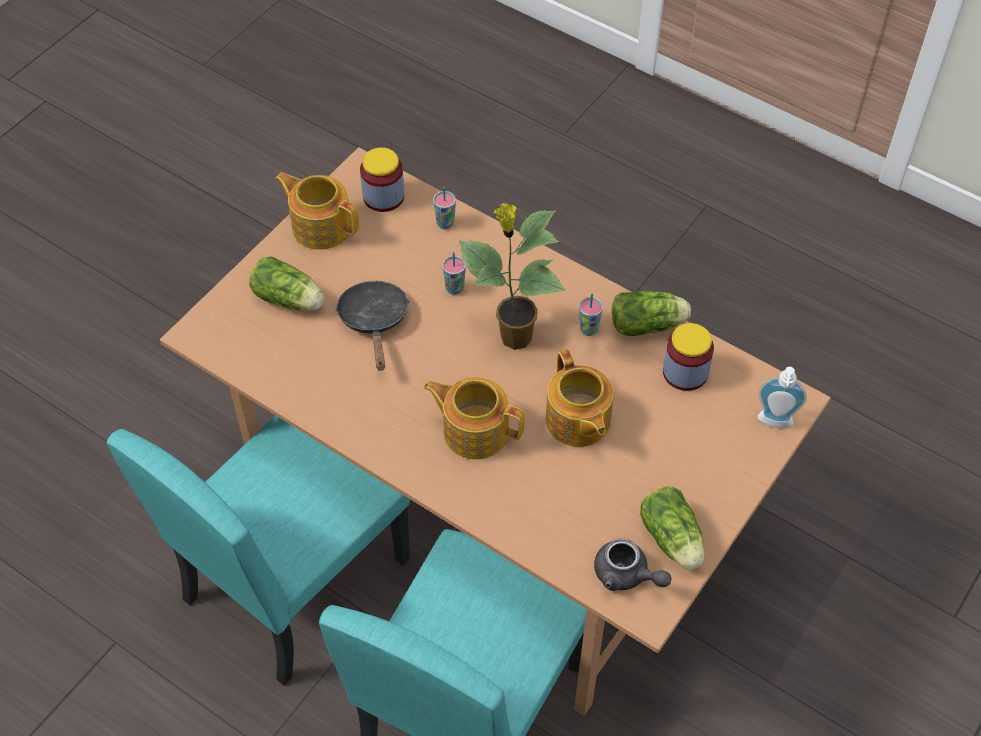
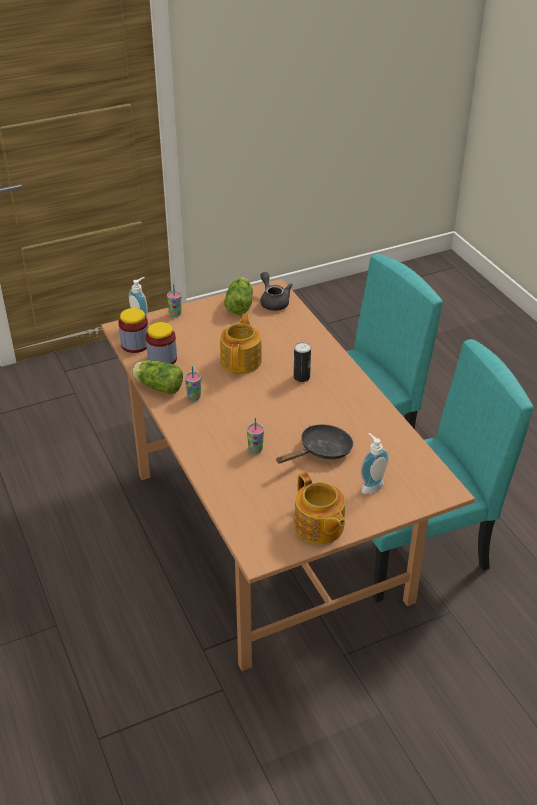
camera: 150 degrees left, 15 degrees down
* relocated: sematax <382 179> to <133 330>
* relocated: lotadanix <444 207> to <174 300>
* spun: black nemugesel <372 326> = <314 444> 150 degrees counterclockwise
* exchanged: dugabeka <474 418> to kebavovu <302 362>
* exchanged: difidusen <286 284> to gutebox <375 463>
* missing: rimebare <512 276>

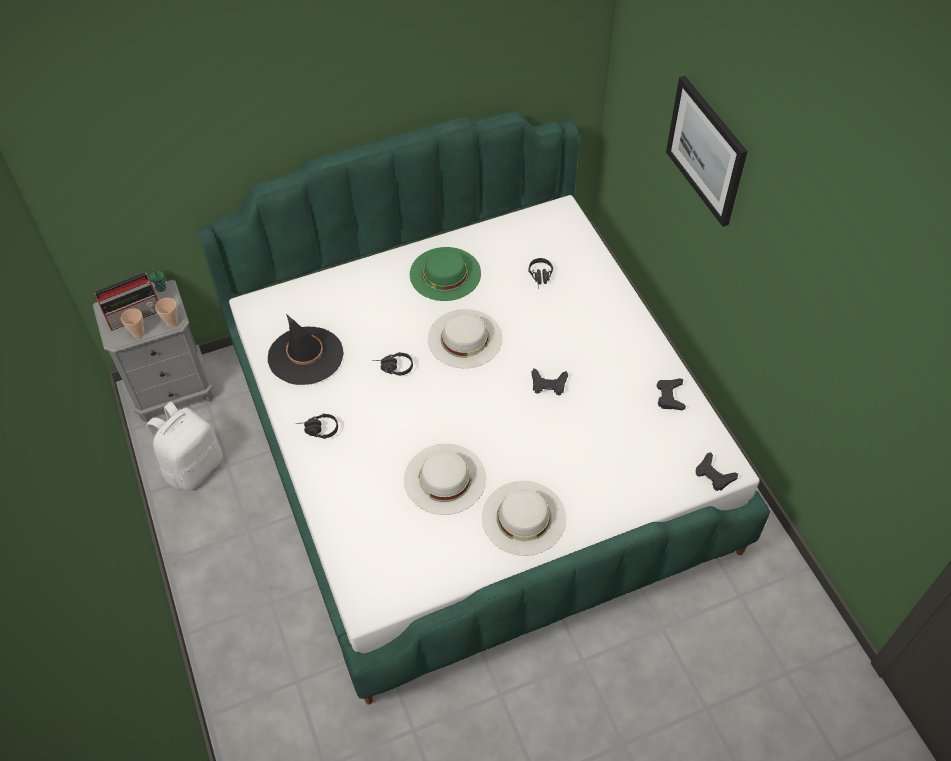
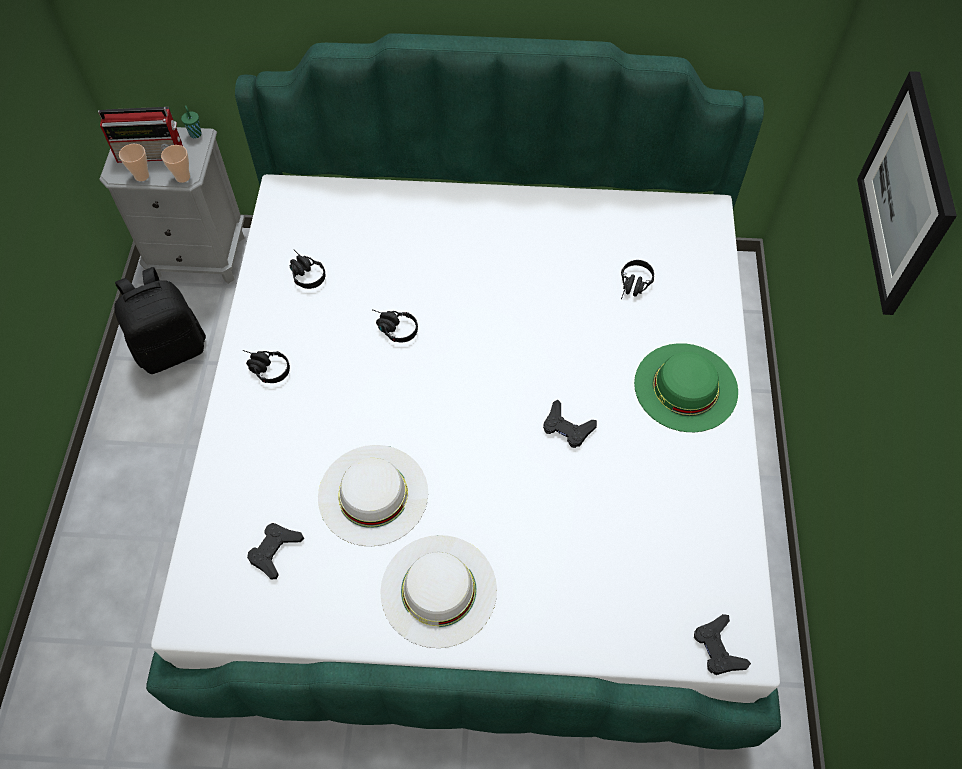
camera: 25 degrees right, 5 degrees up
* colour: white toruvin <184 446> to black toruvin <160 320>
* relocated: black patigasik <671 394> to <275 551>
* exchanged: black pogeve <306 349> to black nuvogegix <307 269>
* relocated: green pogeve <445 274> to <686 387>
* missing: white pogeve <465 338>

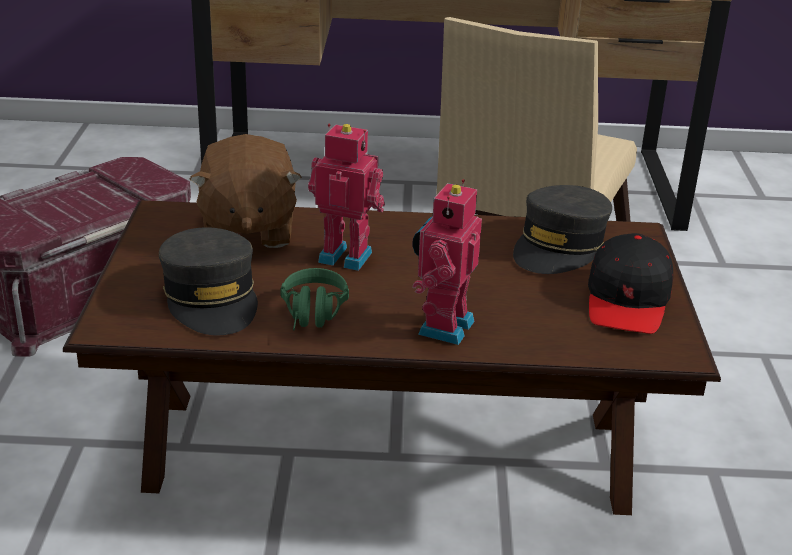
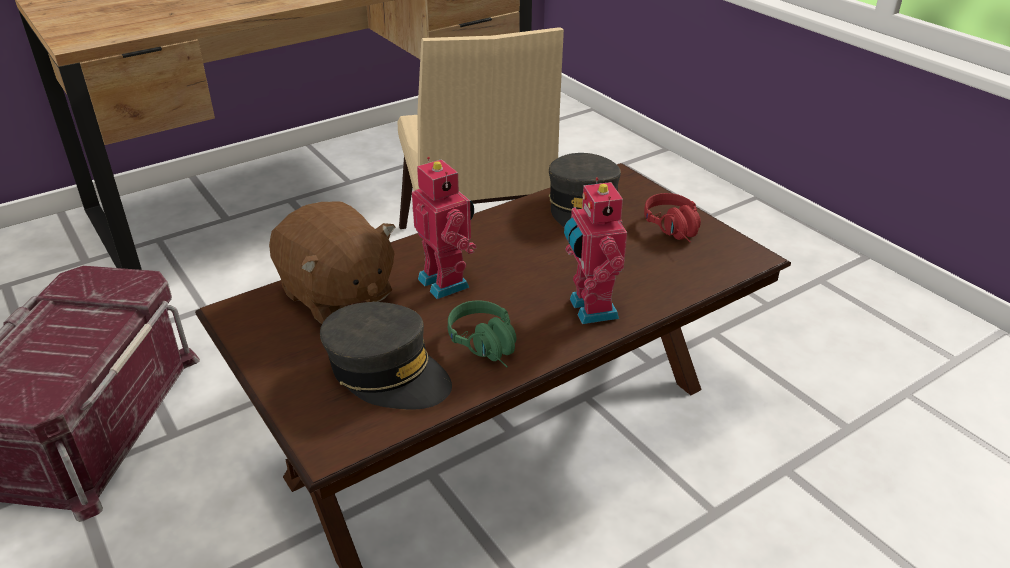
camera: 35 degrees left, 5 degrees up
* spun: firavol <346 197> = <444 228> 75 degrees clockwise
* exchanged: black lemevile <630 283> to red nuvogegix <672 217>

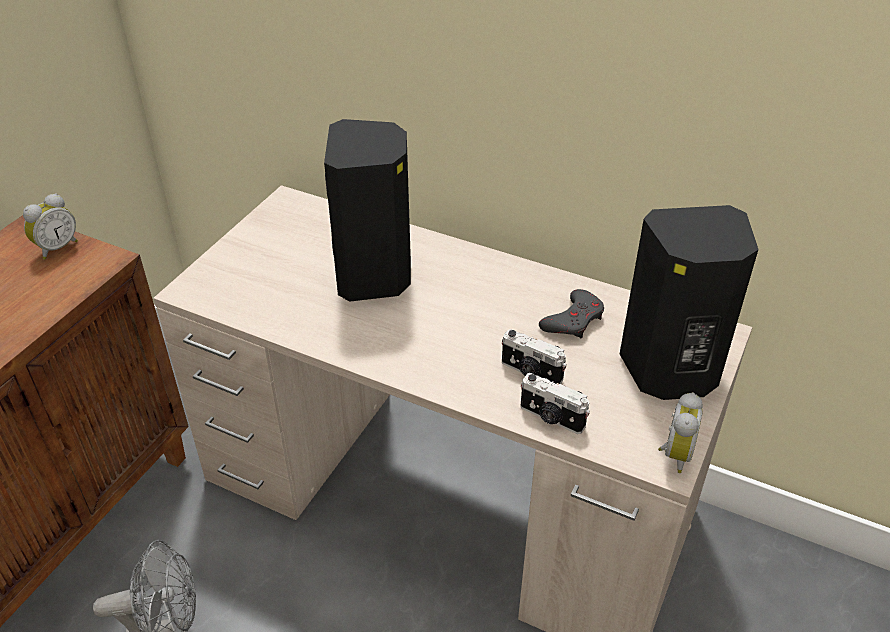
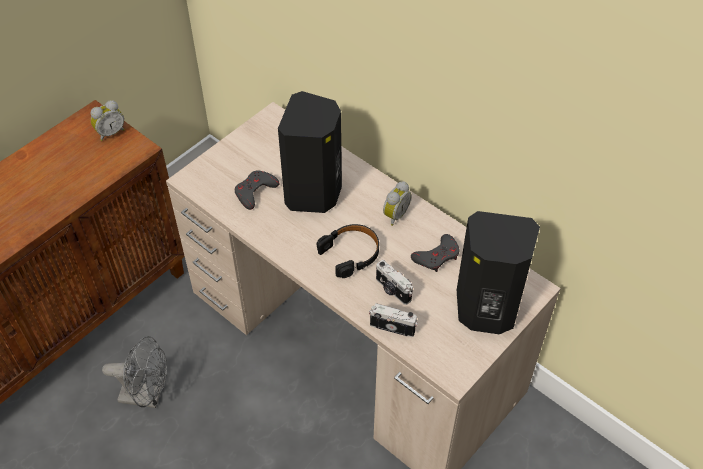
camera: 15 degrees right, 10 degrees up
* appeared: grey patigasik <257 190>
* appeared: black nuvogegix <348 251>
* spun: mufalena <555 403> = <393 320> 150 degrees clockwise
* relocated: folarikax <680 432> to <397 203>

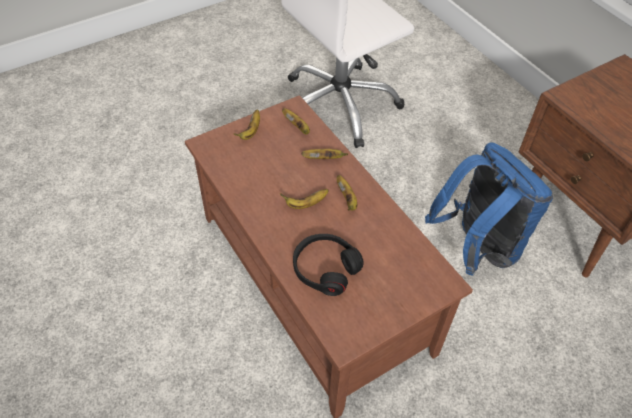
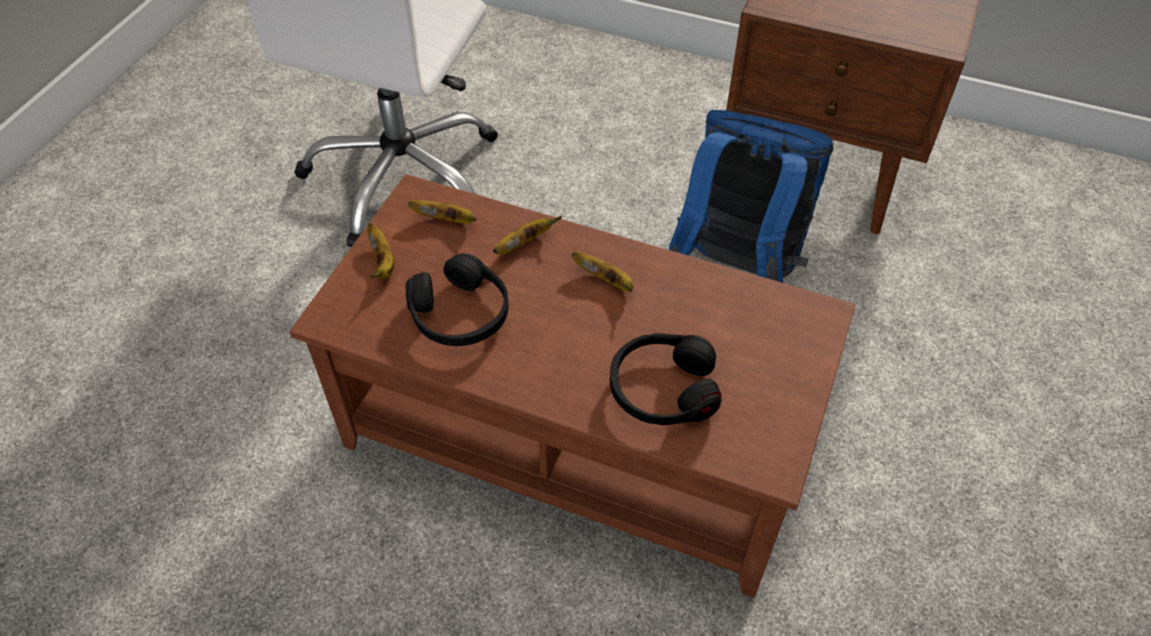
camera: 35 degrees left, 0 degrees up
* appeared: black nuvogegix <457 300>
* missing: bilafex <304 199>

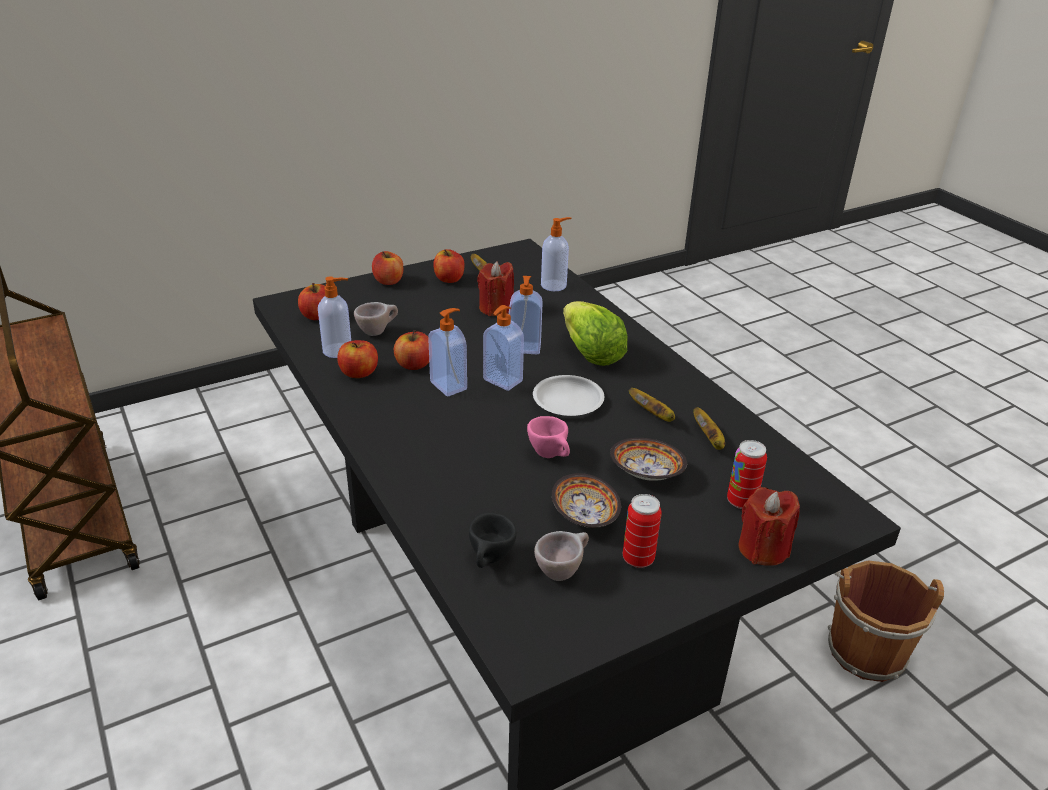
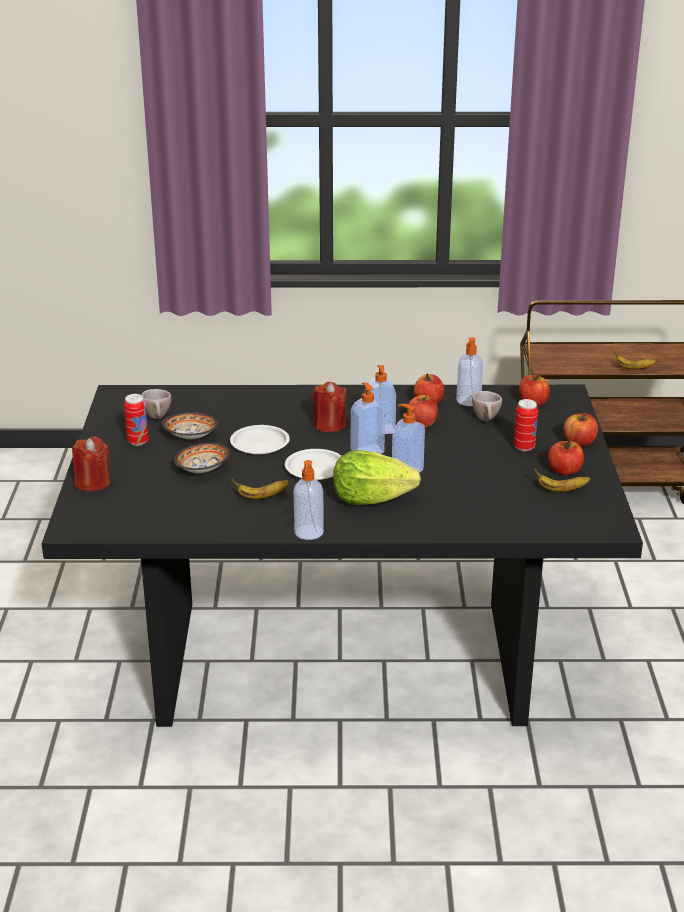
camera: 120 degrees right, 5 degrees down
* exchanged: pink lotadanix <548 437> to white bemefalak <260 440>
* relocated: gutebox <556 254> to <309 500>
* relocated: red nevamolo <495 288> to <330 407>
* relocated: kebavovu <747 474> to <525 425>
* relocated: bilafex <709 428> to <635 359>
* missing: black lotadanix <493 540>
* missing: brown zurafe <886 621>

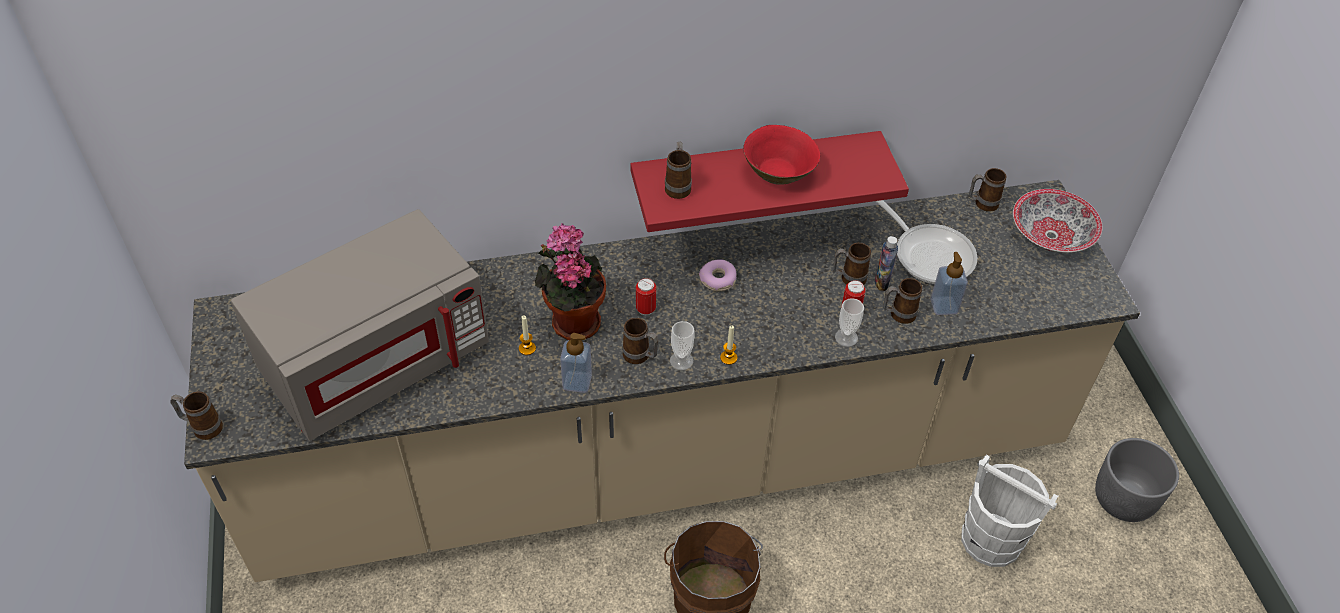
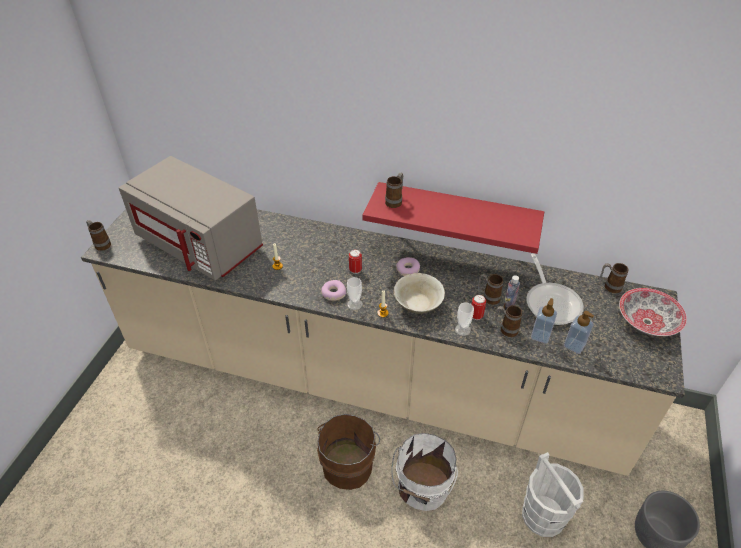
camera: 30 degrees right, 5 degrees down
* spun: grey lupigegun <360 325> = <191 218> 45 degrees clockwise
* exchanged: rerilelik <640 341> to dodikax <333 290>
* appeared: white zurafe <424 472>
* appeared: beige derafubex <419 293>
* relocated: gutebox <576 363> to <579 332>
* missing: rimebare <570 282>
* missing: red derafubex <781 155>

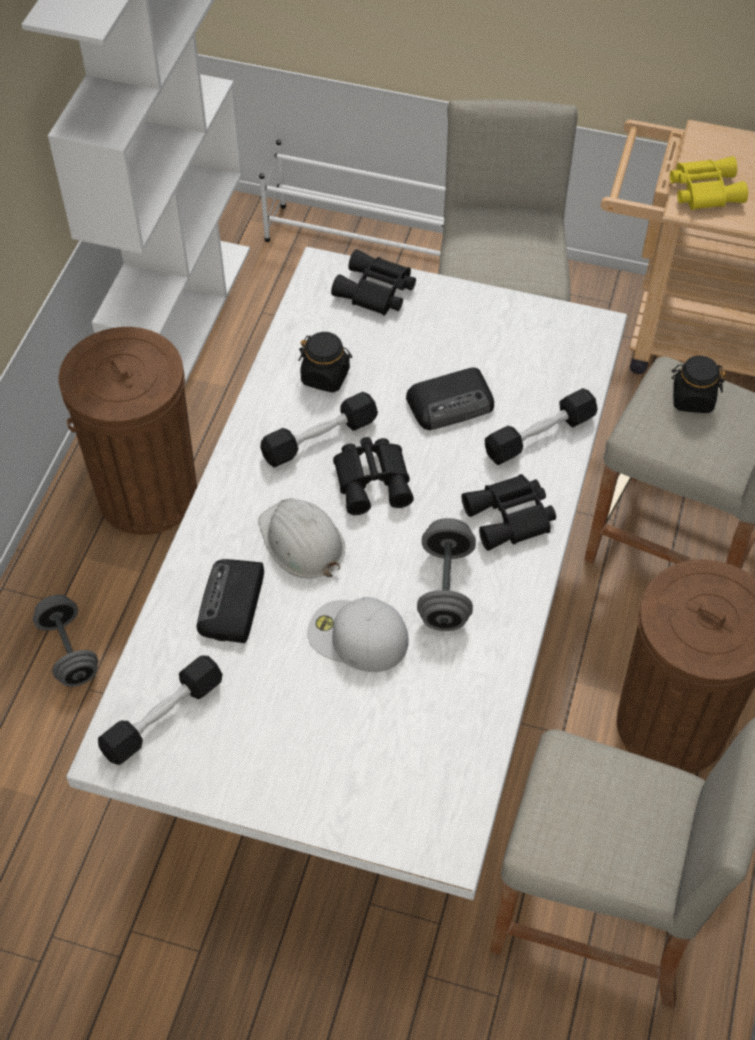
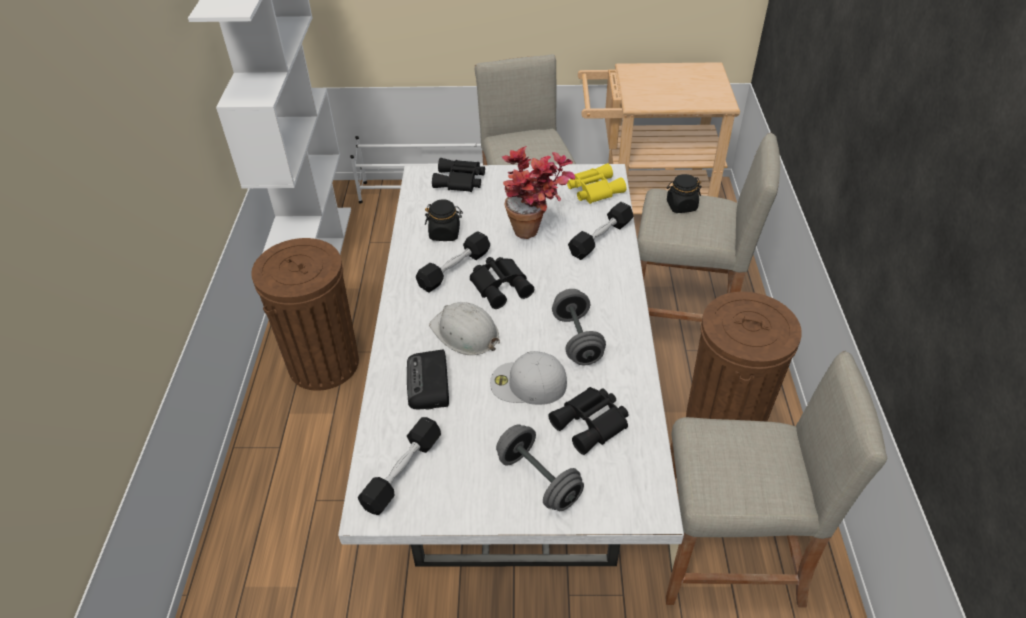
camera: 15 degrees left, 10 degrees down
* relocated: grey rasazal <65 641> to <540 467>
* exchanged: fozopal <450 399> to rimebare <538 192>
* relocated: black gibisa <509 512> to <588 421>
* relocated: yellow gibisa <709 183> to <596 183>

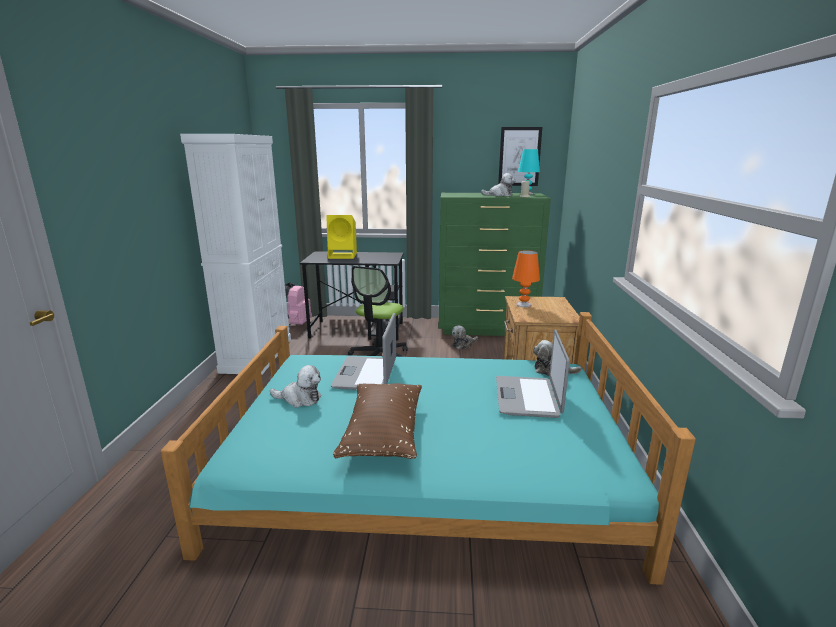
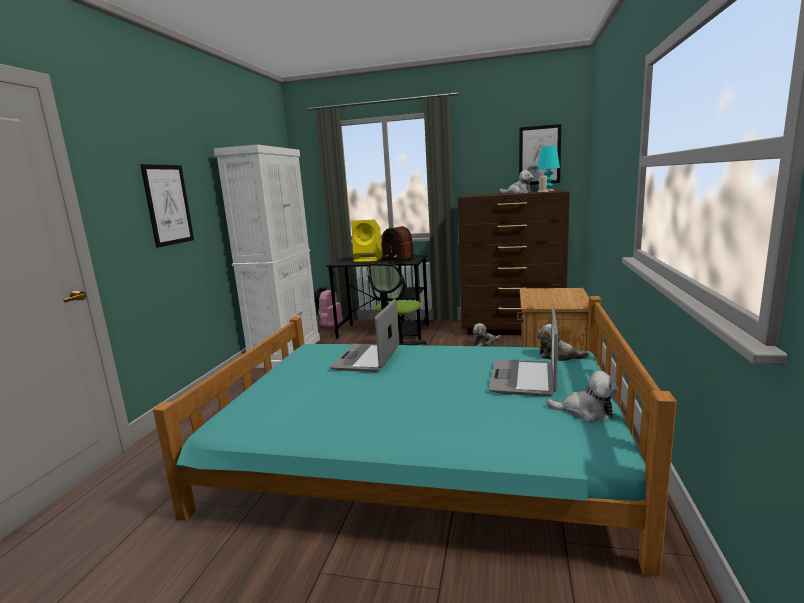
camera: 10 degrees right, 5 degrees down
* appeared: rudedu <167 206>
* appeared: fozopal <398 244>
* colour: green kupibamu <495 264> to brown kupibamu <514 262>
* relocated: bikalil <295 386> to <582 397>
* missing: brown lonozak <377 421>
* missing: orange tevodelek <526 278>

